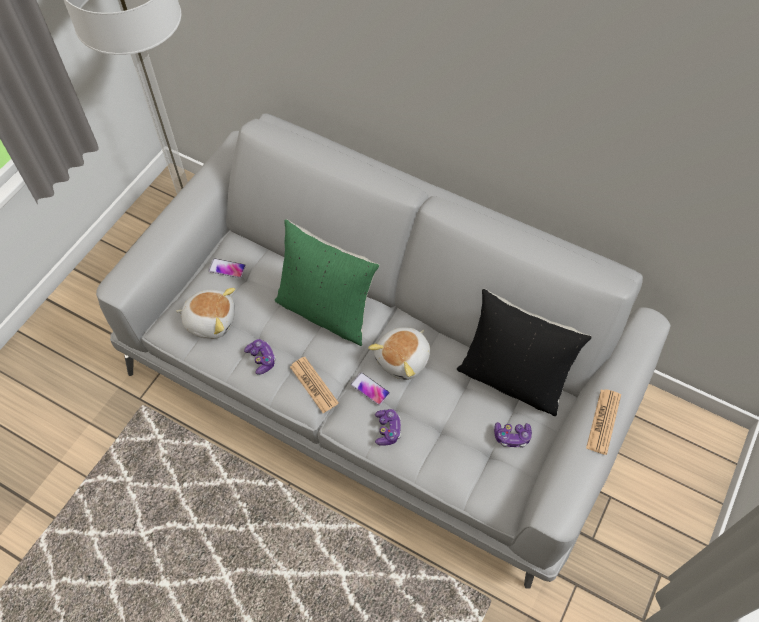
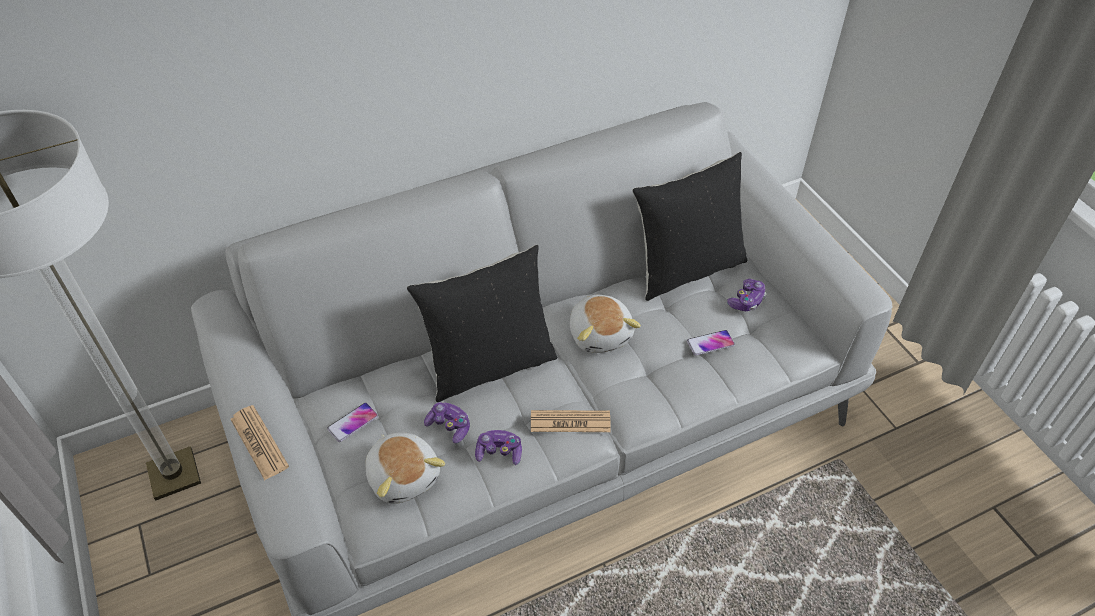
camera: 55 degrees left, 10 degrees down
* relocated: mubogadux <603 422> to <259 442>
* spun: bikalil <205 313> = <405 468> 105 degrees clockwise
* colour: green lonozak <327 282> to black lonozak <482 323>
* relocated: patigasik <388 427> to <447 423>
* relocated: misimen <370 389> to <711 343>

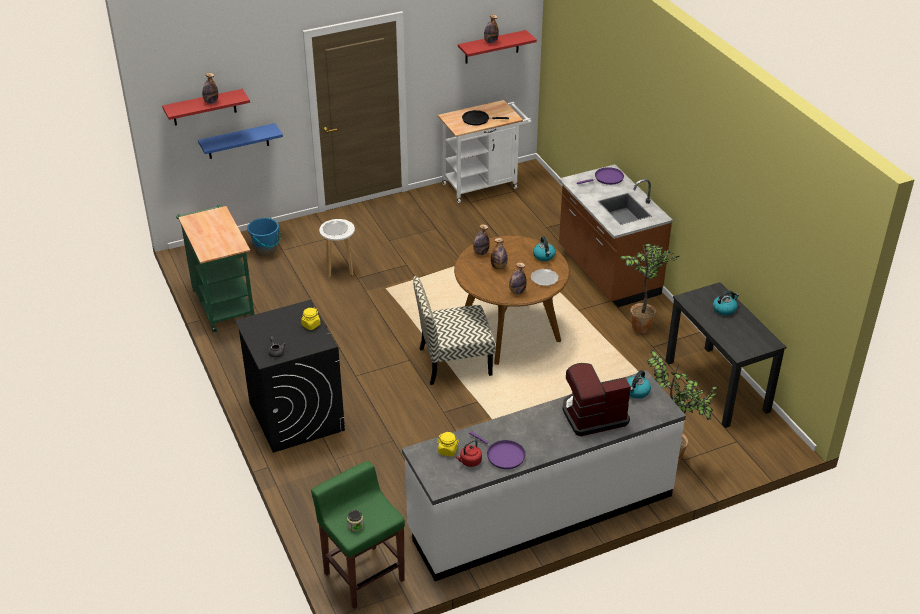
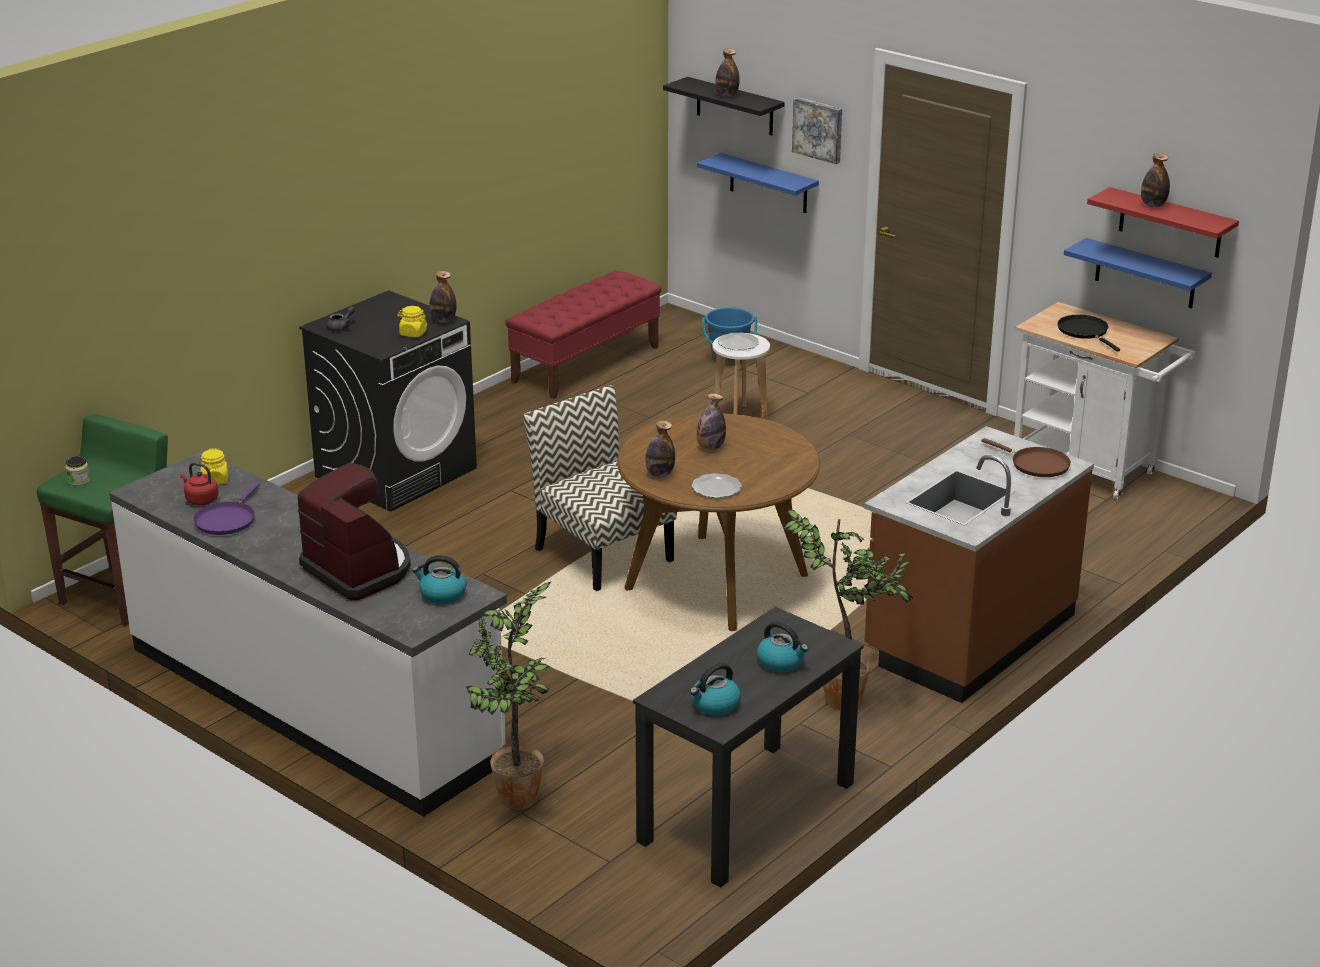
camera: 65 degrees right, 10 degrees down
* relocated: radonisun <481 239> to <442 297>
* exchanged: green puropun <215 268> to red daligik <583 335>
* colour: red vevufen <206 107> to black vevufen <724 106>
* relocated: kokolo <544 249> to <715 689>
* appeared: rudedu <817 130>
* colour: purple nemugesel <600 176> to brown nemugesel <1026 457>
* appeared: blue vevufen <1138 273>

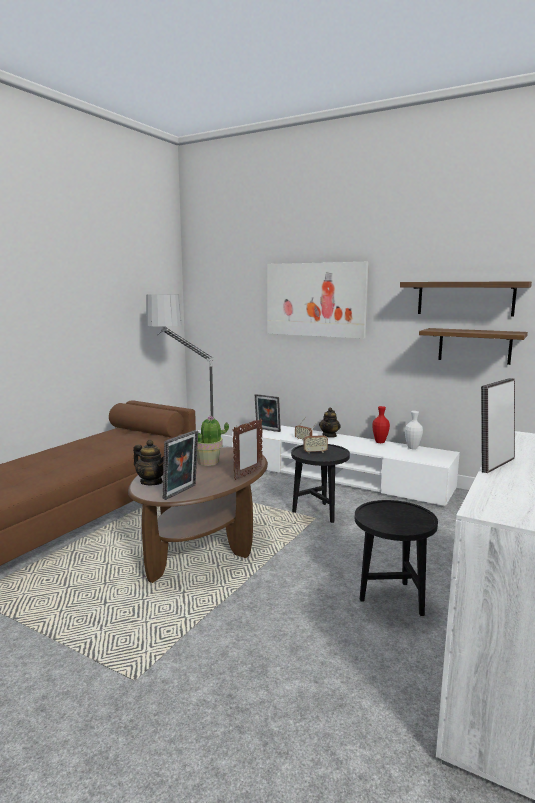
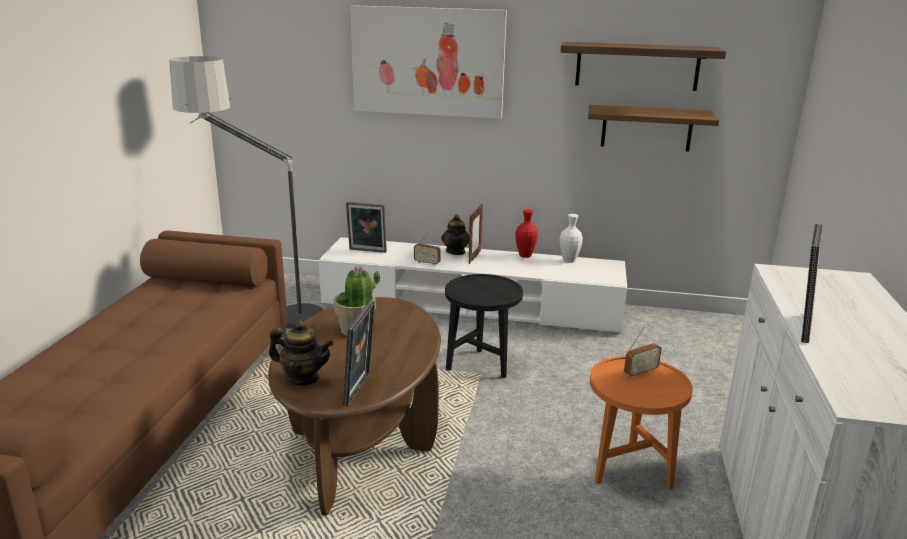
camera: 20 degrees left, 10 degrees up
* relocated: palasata <247 449> to <475 234>
* colour: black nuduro <396 558> to orange nuduro <641 422>
* relocated: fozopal <315 439> to <643 352>

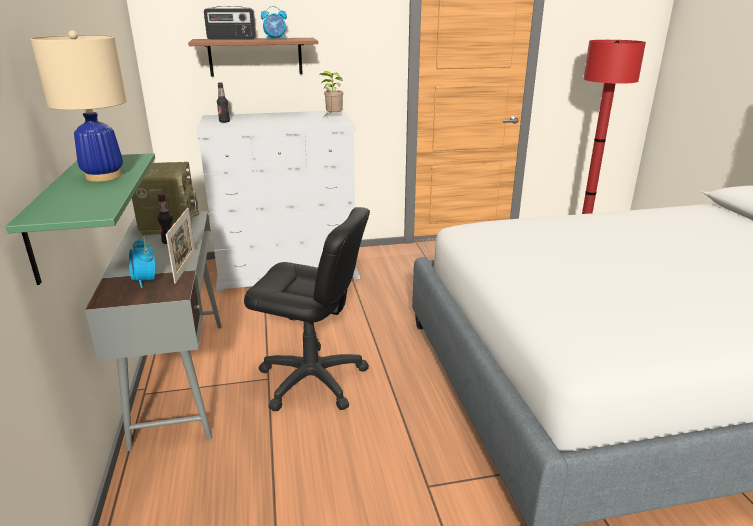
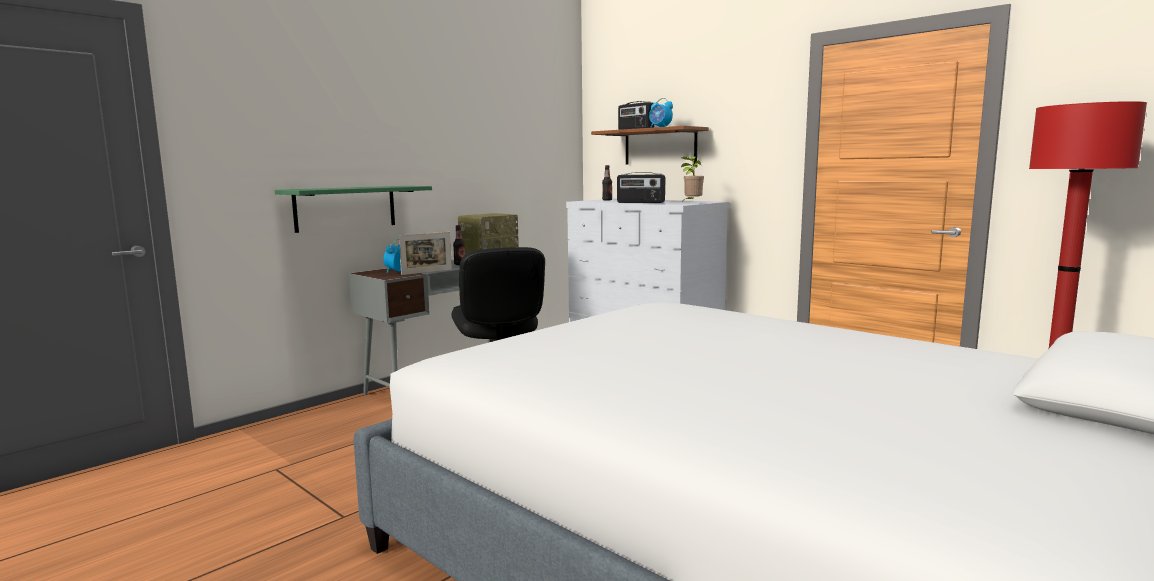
camera: 55 degrees right, 15 degrees down
* appeared: fozopal <641 187>
* missing: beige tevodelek <78 106>

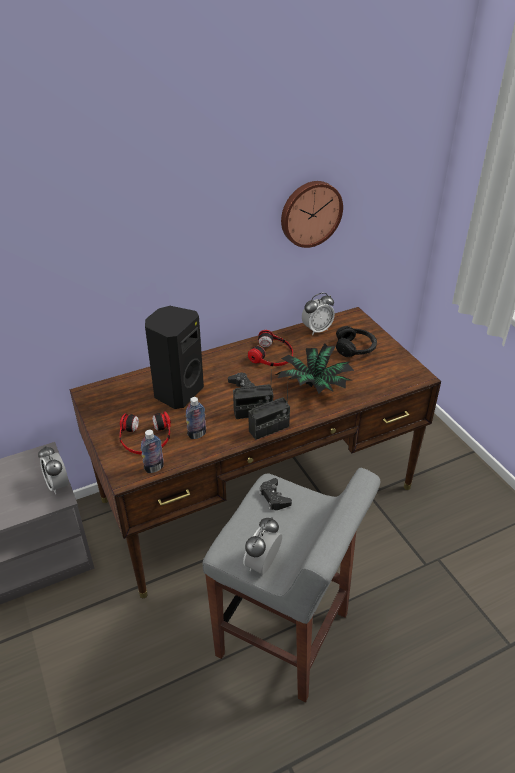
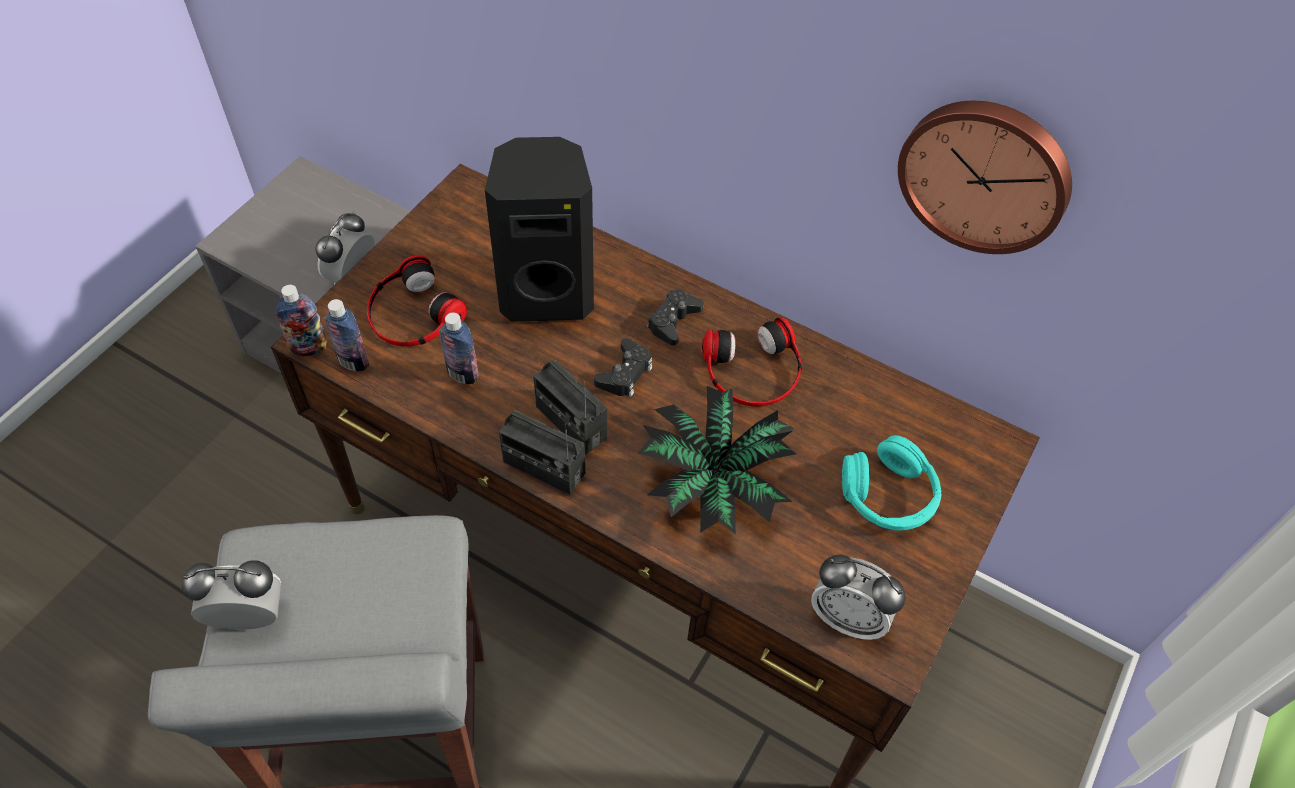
camera: 55 degrees right, 15 degrees up
* appeared: radonisun <301 320>
* relocated: black patigasik <275 494> to <675 317>
* relocated: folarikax <318 314> to <858 597>
* colour: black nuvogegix <356 341> to turquoise nuvogegix <891 483>

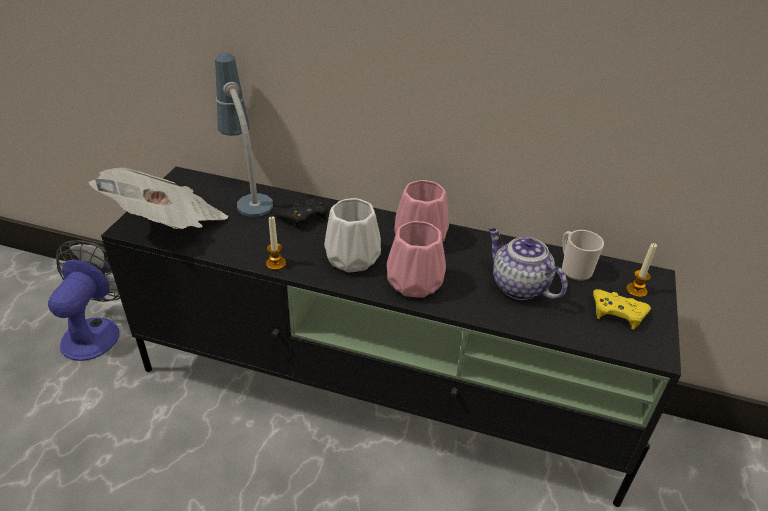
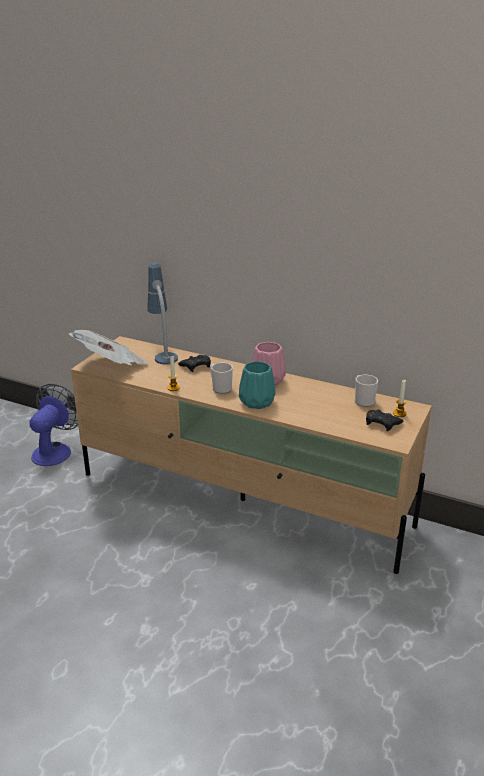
camera: 10 degrees right, 10 degrees down
* colour: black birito <391 337> to beige birito <251 455>
* exchanged: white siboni <352 235> to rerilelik <221 378>
* colour: pink siboni <416 259> to turquoise siboni <257 385>
* colour: yellow patigasik <622 309> to black patigasik <384 420>
* missing: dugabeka <528 264>

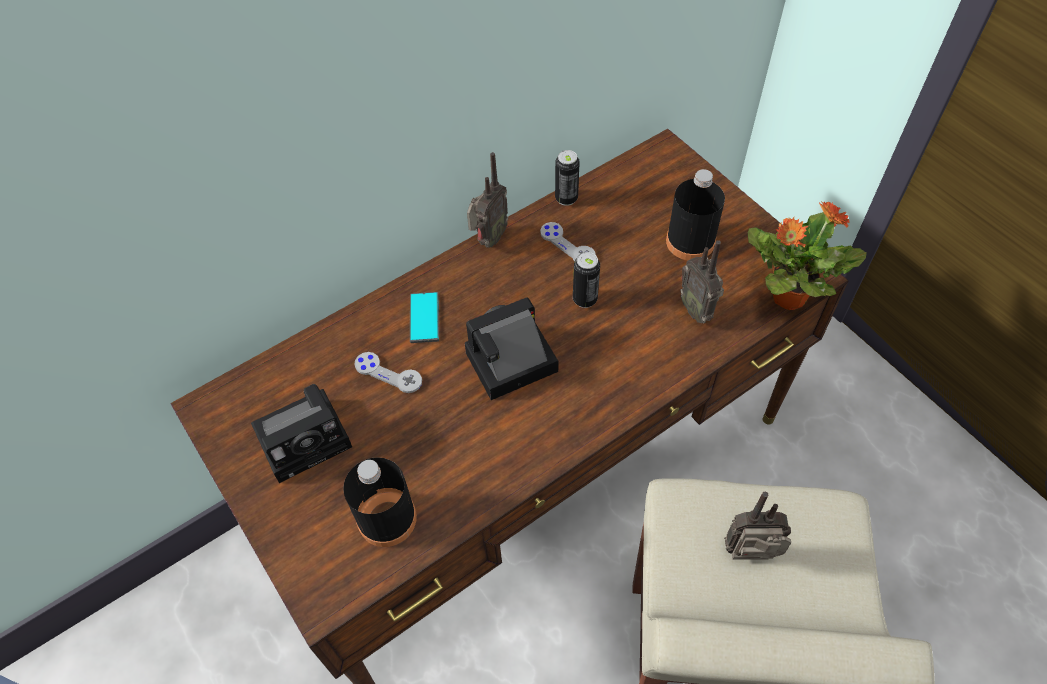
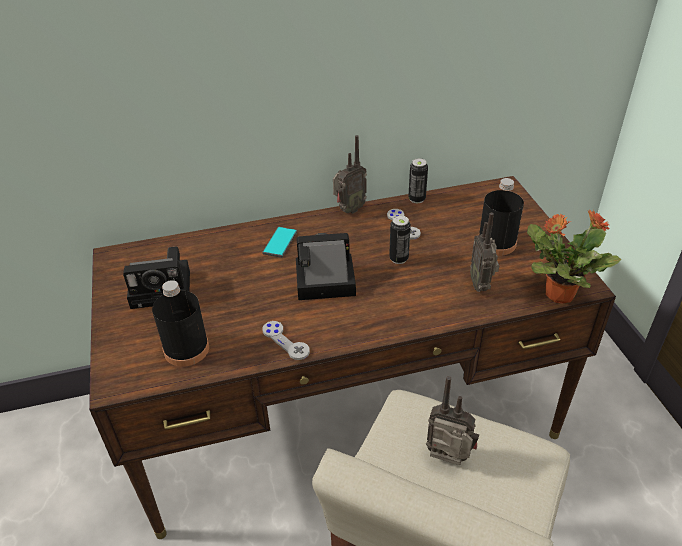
camera: 20 degrees right, 15 degrees down
* relocated: grey patigasik <388 372> to <286 340>

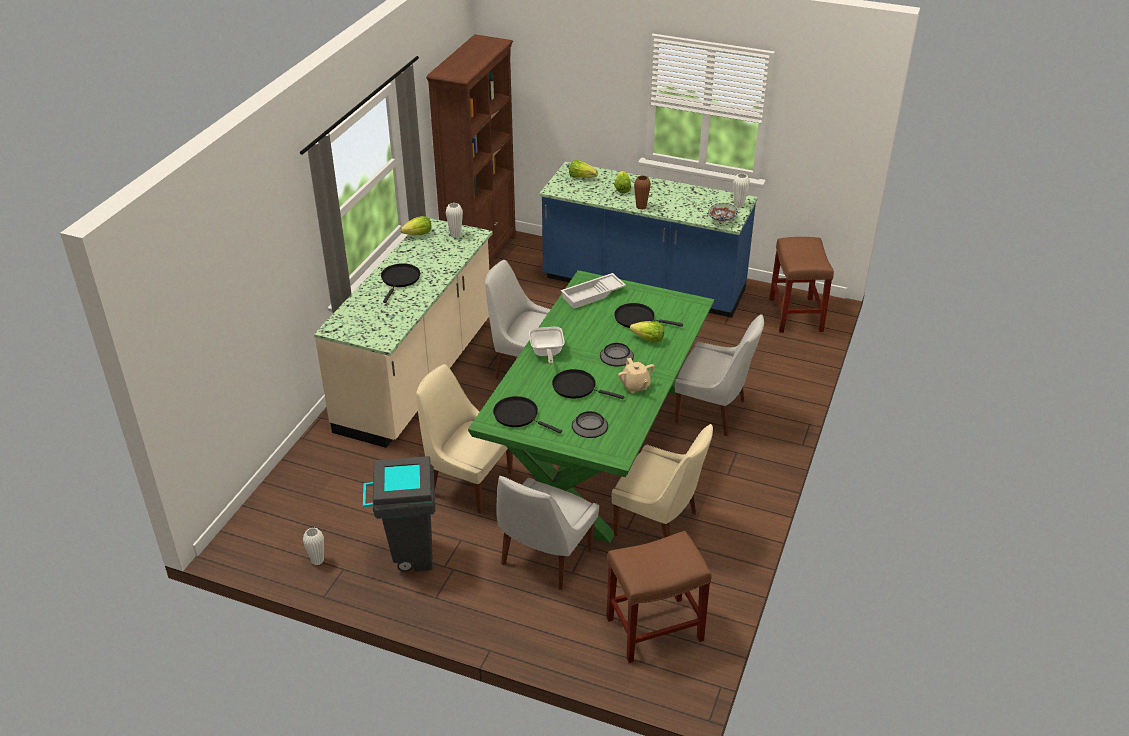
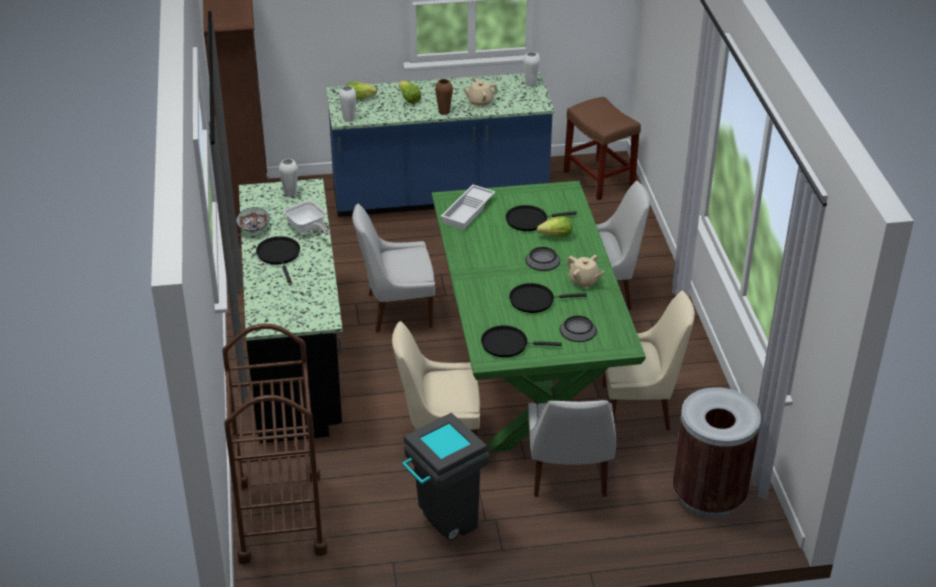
camera: 30 degrees left, 0 degrees up
* appeared: brown puropun <275 444>
* relocated: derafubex <722 212> to <253 219>
* colour: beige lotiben <403 333> to black lotiben <291 310>
* relocated: nemugesel <546 346> to <306 218>
* relocated: white siboni <313 546> to <348 104>
* appeared: beige dugabeka <480 92>
* exchanged: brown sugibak <659 597> to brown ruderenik <716 452>
* missing: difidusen <416 225>

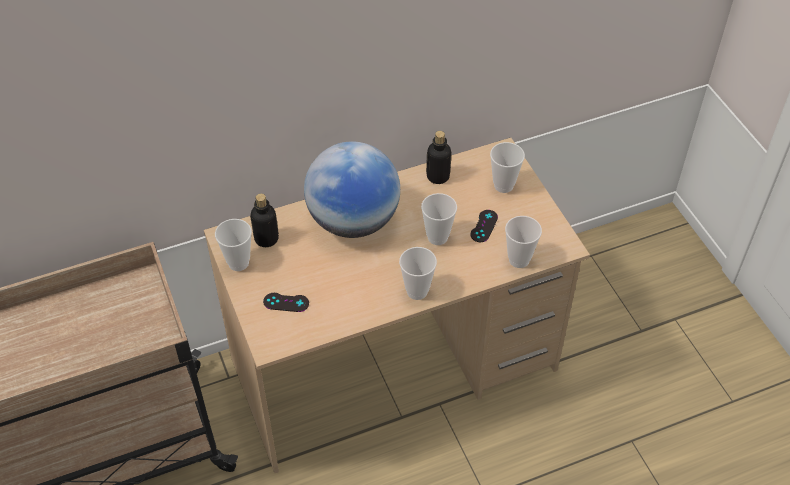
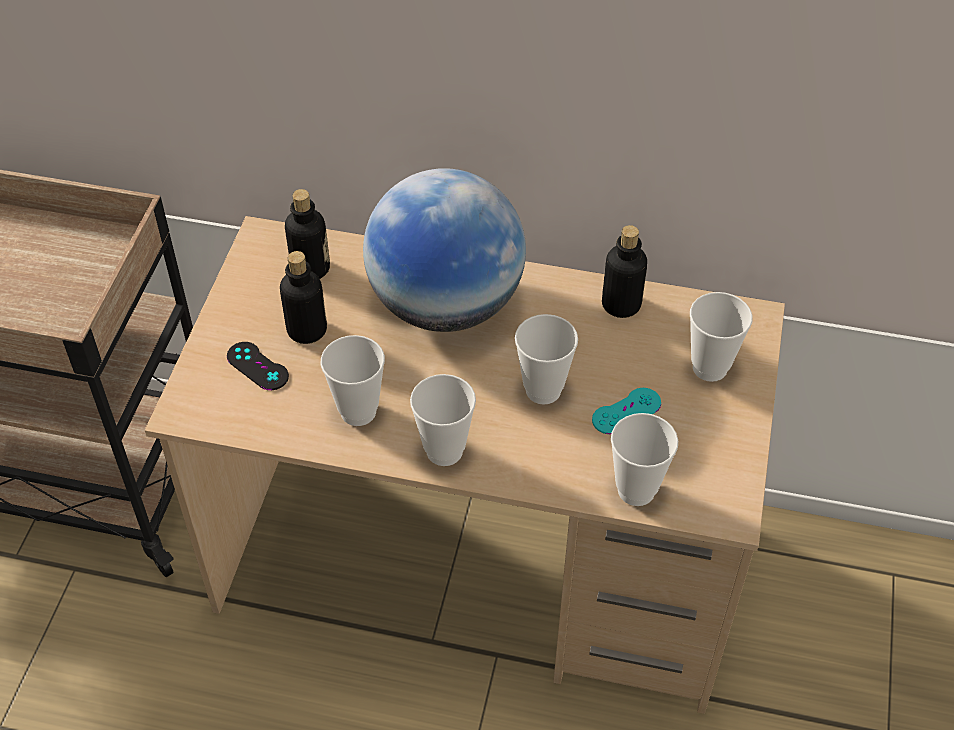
camera: 35 degrees right, 0 degrees up
* appeared: radonisun <303 297>
* relocated: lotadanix <233 245> to <353 380>
* colour: black patigasik <484 226> to turquoise patigasik <626 411>

